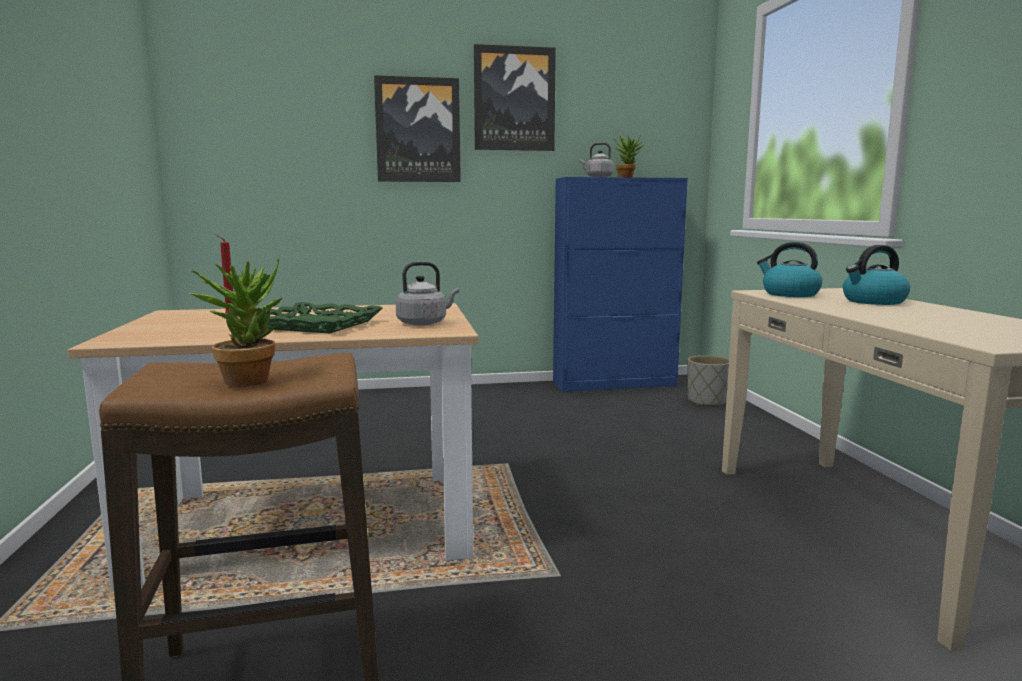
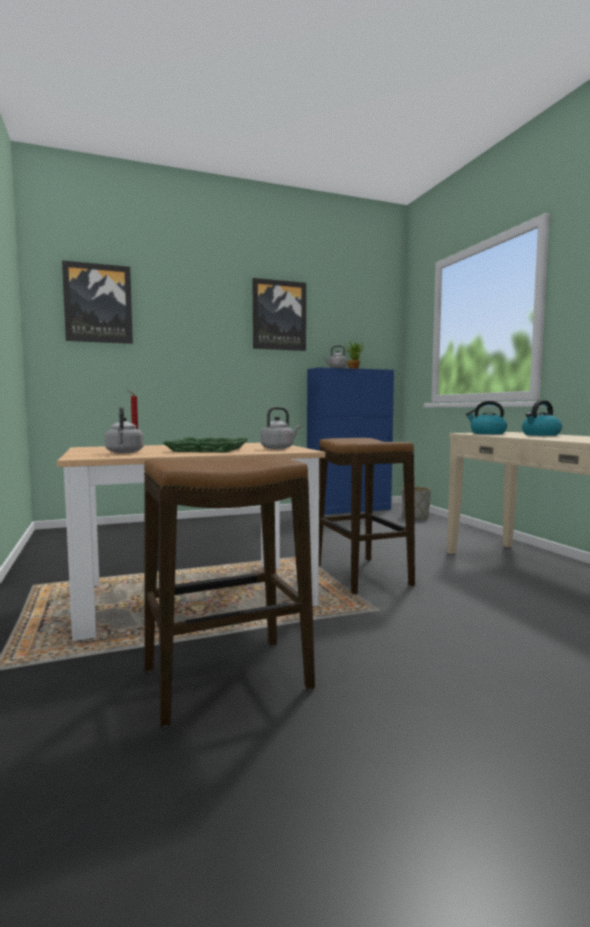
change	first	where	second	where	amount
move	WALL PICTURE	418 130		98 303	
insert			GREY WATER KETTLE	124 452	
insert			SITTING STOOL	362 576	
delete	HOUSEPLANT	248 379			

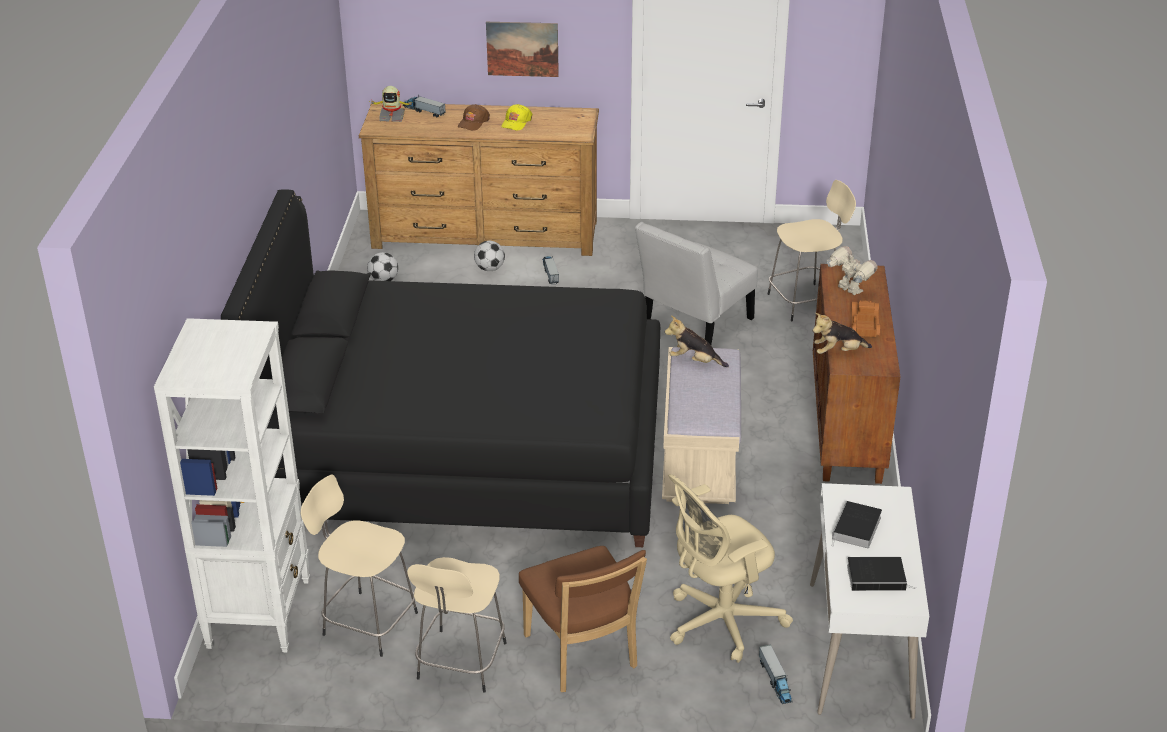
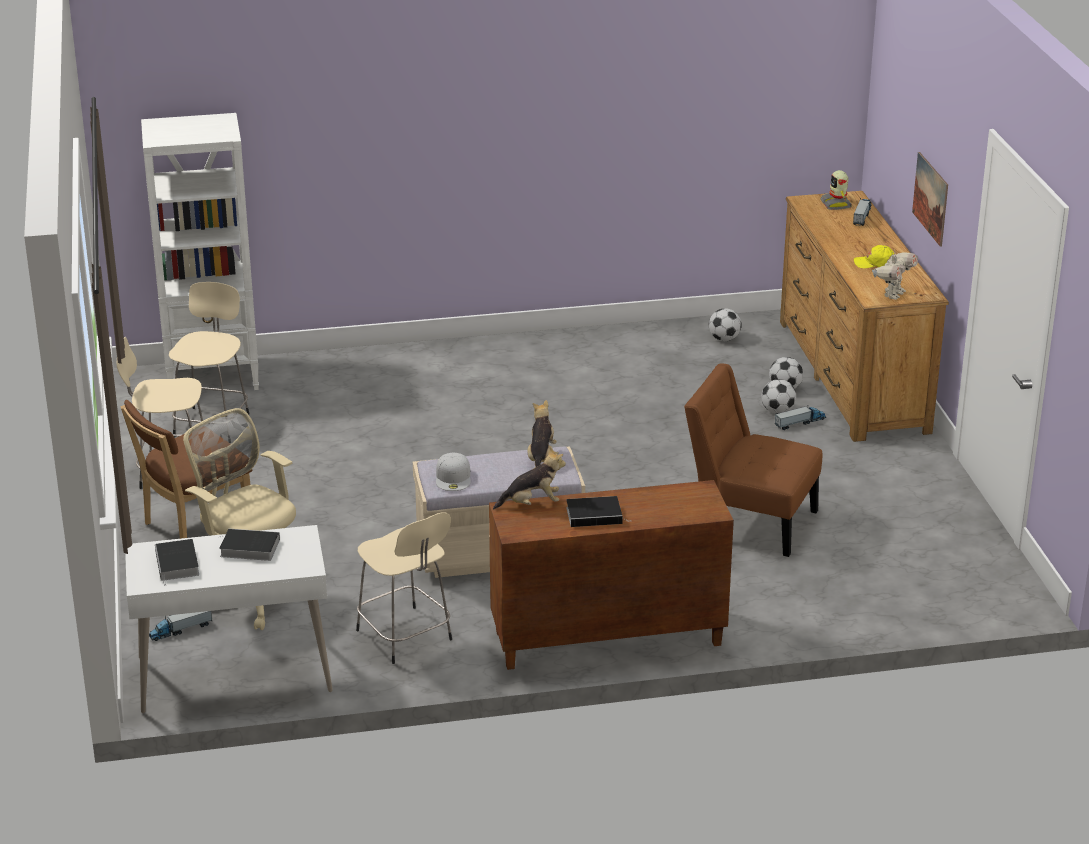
change	first	where	second	where	amount
move	BEIGE-COLOURED SITTING STOOL	806 302		406 637	
insert			WHITISH PEAKED CAP	453 477	
rotate	CUDDLY TOY	838 352		532 503	105 degrees clockwise
replace	MODEL TRUCK	863 324	BOOK	595 515	
recolor	WHITISH CHAIR	693 325	BROWNISH CHAIR	749 521	
insert			BALL FOR FOOTBALL	778 411	
move	TOY ROBOT	849 290		892 294	
delete	BLACKISH SLEEPING BED	464 452			
delete	BROWNISH PEAKED CAP	473 122			

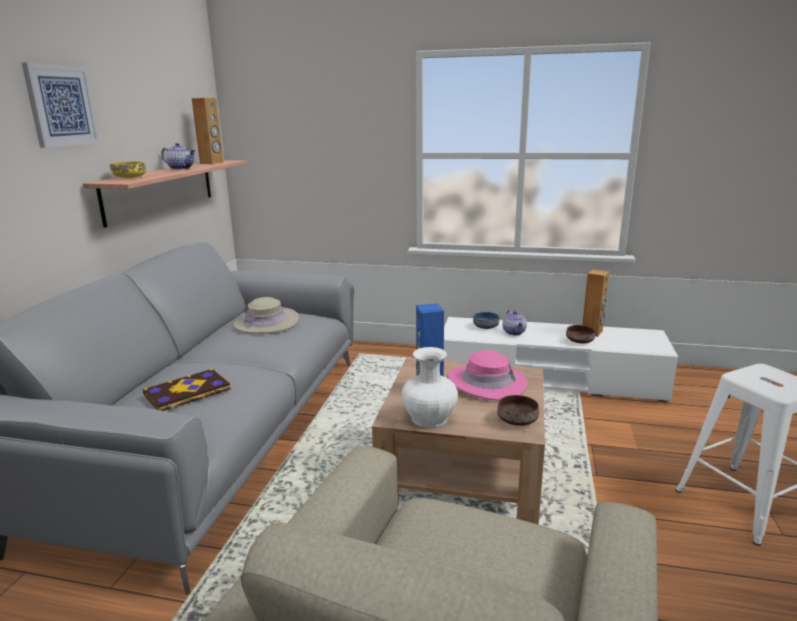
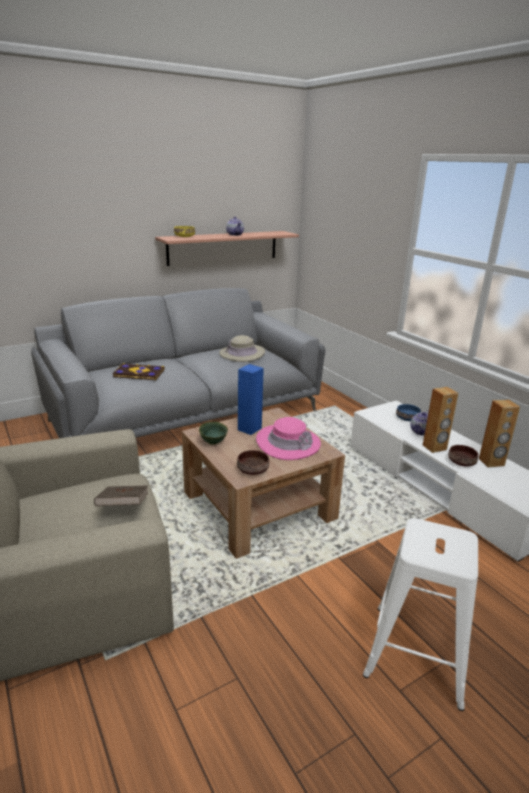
change	first	where	second	where	amount
insert			BROWNISH BOOK	123 507	
replace	WHITISH VASE	429 418	GREEN-COLOURED SERVING BOWL	213 442	
move	BROWNISH SPEAKER	212 163		434 447	
delete	WALL PICTURE	61 106			

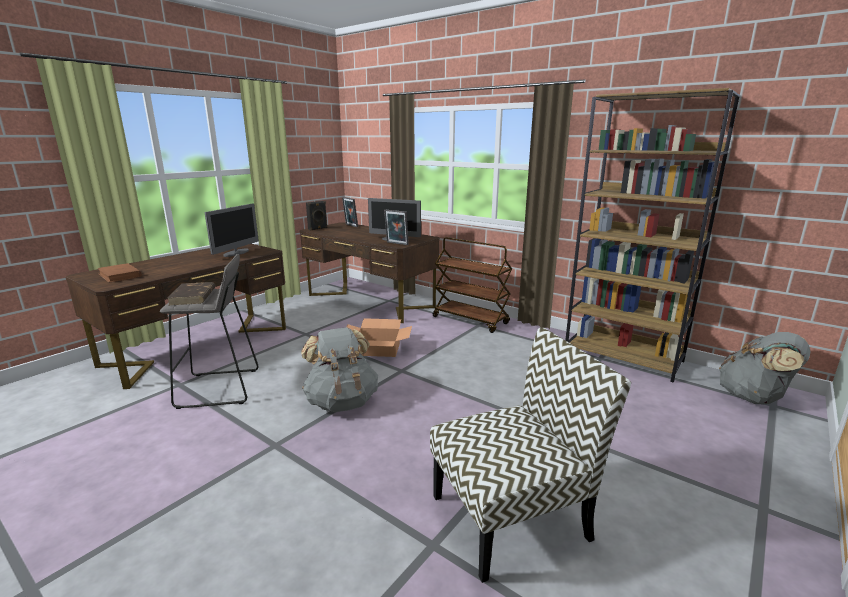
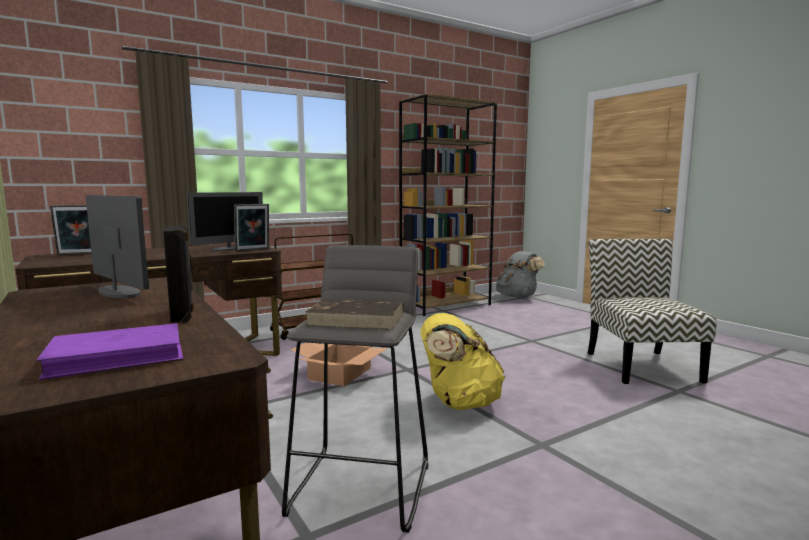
change	first	where	second	where	amount
recolor	BROWNISH BOOK	120 275	PURPLE-COLOURED BOOK	118 357	
move	BLACKISH SPEAKER	318 229		183 314	
recolor	GREY BACKPACK	342 401	YELLOW BACKPACK	459 402	

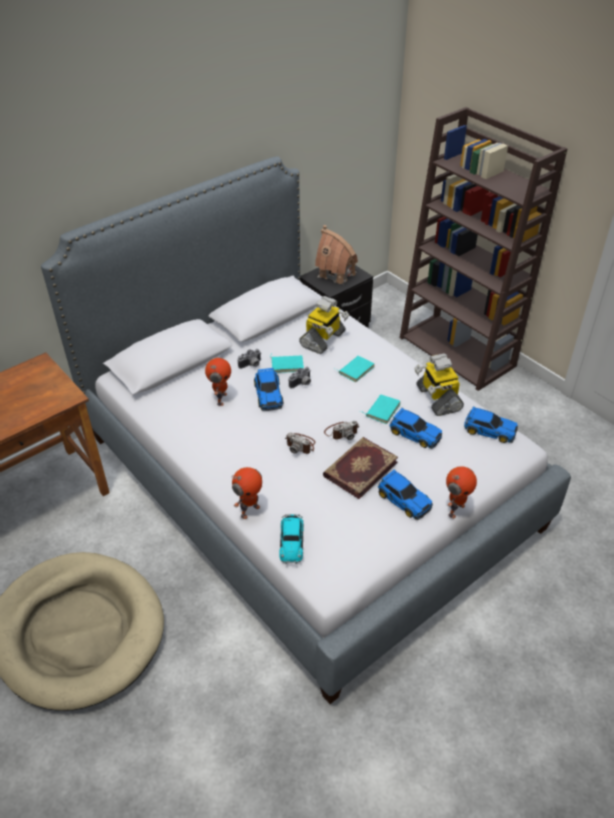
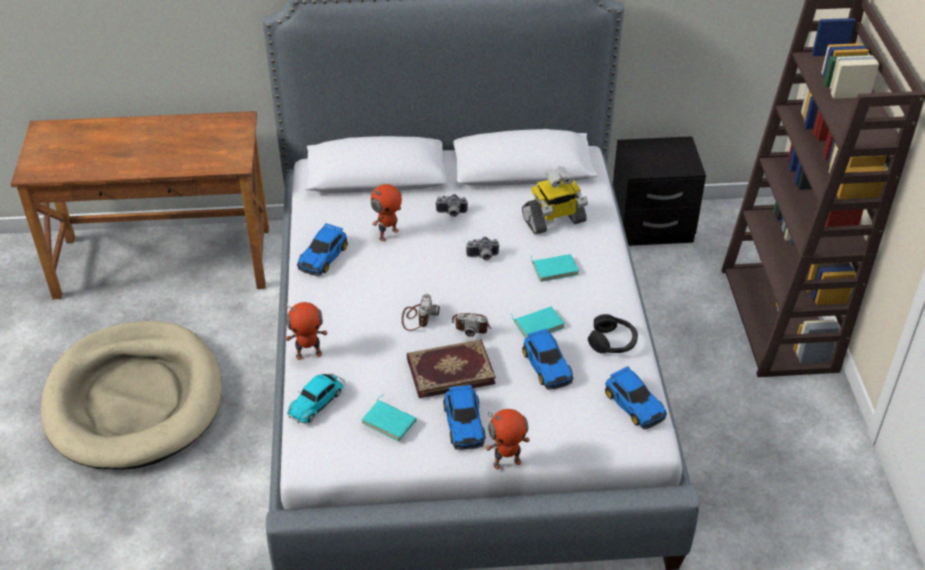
change	first	where	second	where	amount
move	MINIATURE CAR	268 394		323 256	
move	BLUE-GREEN BOOK	287 364		390 421	
rotate	STILL CAMERA	300 444		418 317	150 degrees counterclockwise
replace	TOY ROBOT	437 398	BLACKISH HEADSET	613 342	
delete	MINIATURE HOUSE	336 274			

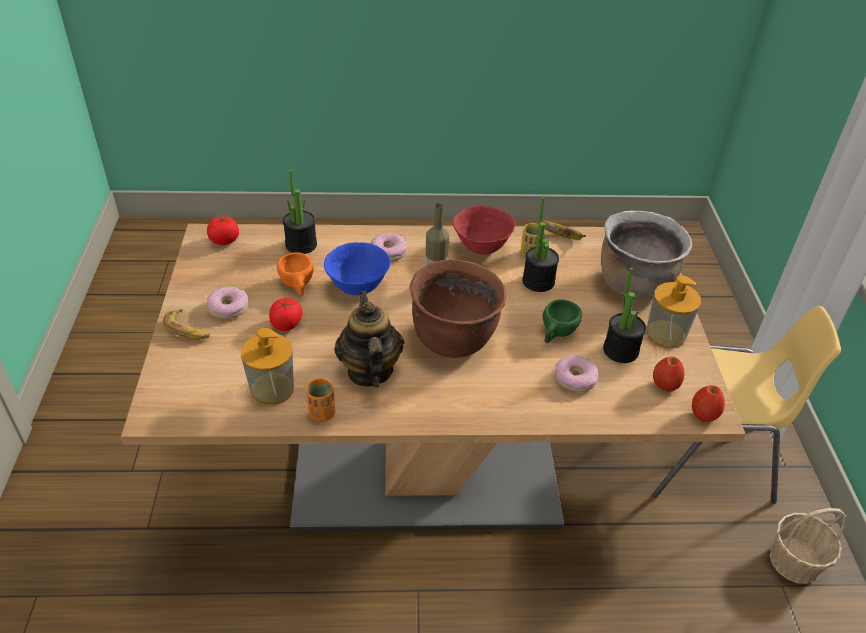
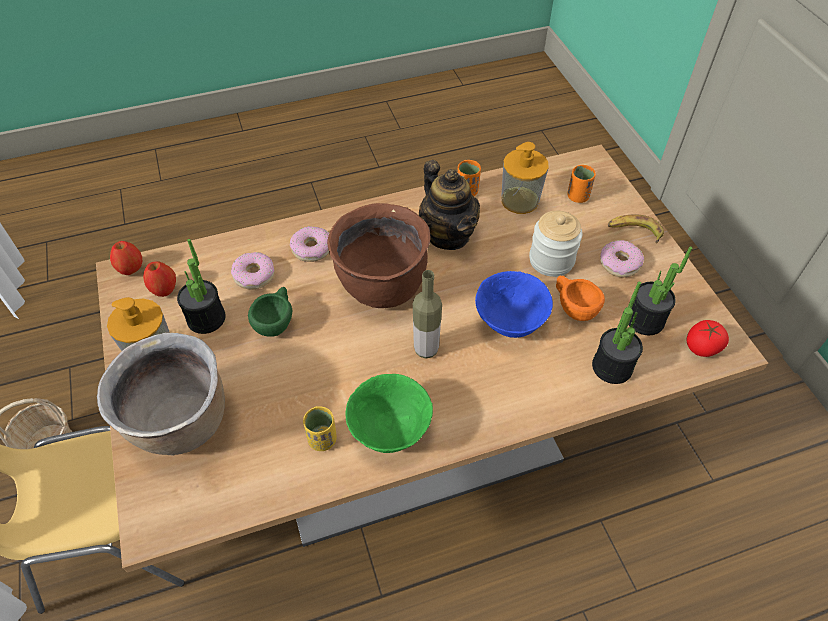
change	first	where	second	where	amount
move	DONUT	388 252		312 248	
recolor	REDDISH SERVING BOWL	481 247	GREEN-COLOURED SERVING BOWL	390 431	
replace	TOMATO	286 324	STORAGE JAR	551 260	
insert			ORANGE-COLOURED CUP	577 197	
move	HOUSEPLANT	538 281		645 320	
delete	BANANA FRUIT	562 237			

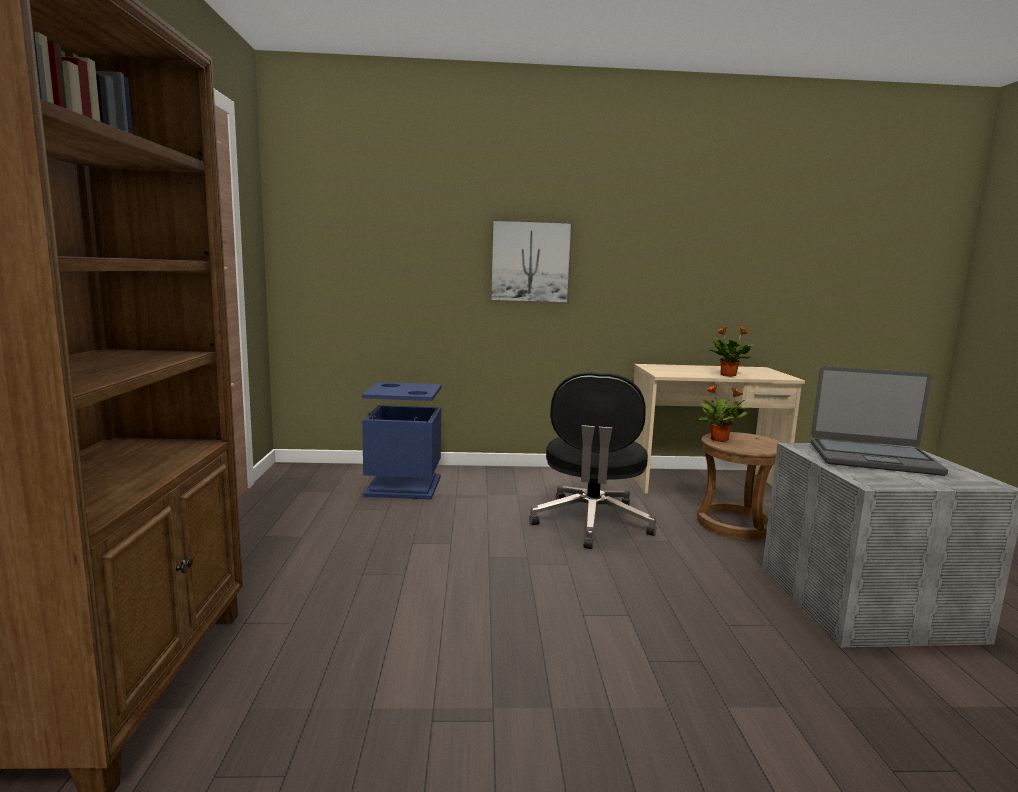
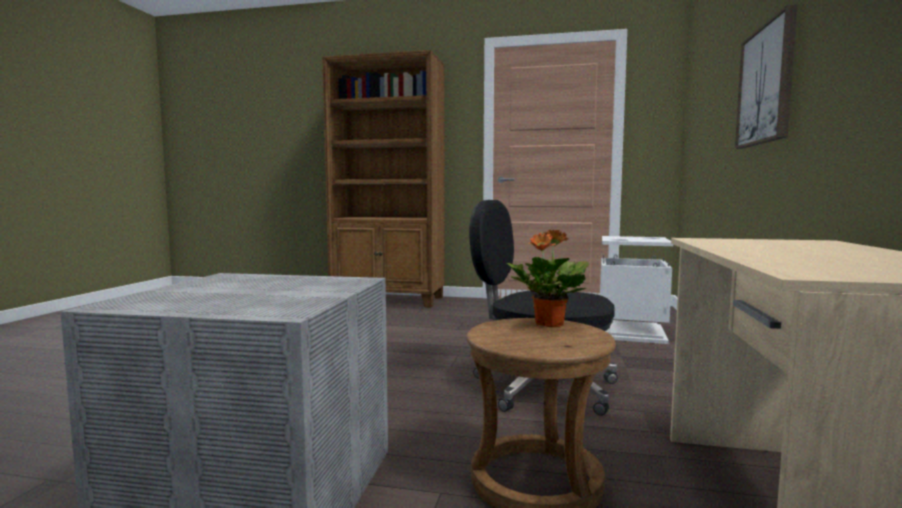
change	first	where	second	where	amount
recolor	BLUE WASTE BIN	404 486	WHITISH WASTE BIN	630 333	
delete	HOUSEPLANT	727 375			
delete	PORTABLE COMPUTER	872 458			

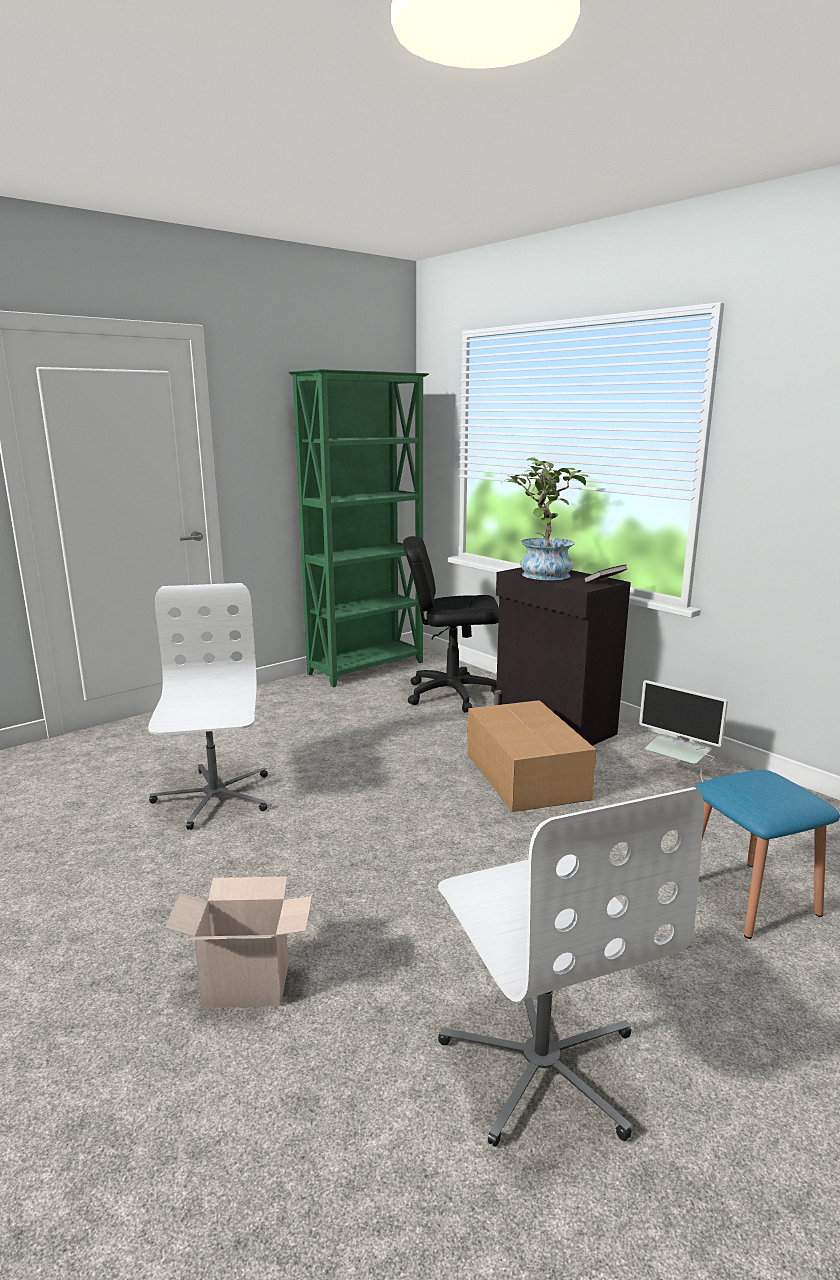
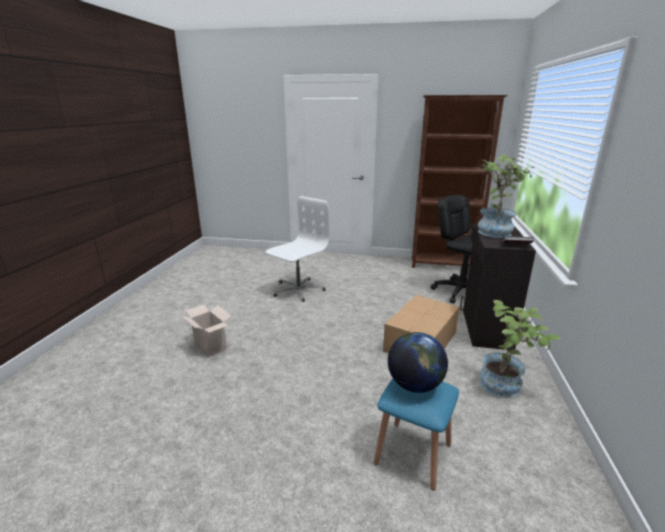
change	first	where	second	where	amount
insert			DESK GLOBE	415 385	
recolor	GREEN-COLOURED BOOKCASE	367 668	BROWNISH BOOKCASE	443 265	
replace	COMPUTER DISPLAY	676 774	HOUSEPLANT	506 386	
delete	WHITISH COMPUTER CHAIR	541 1063			

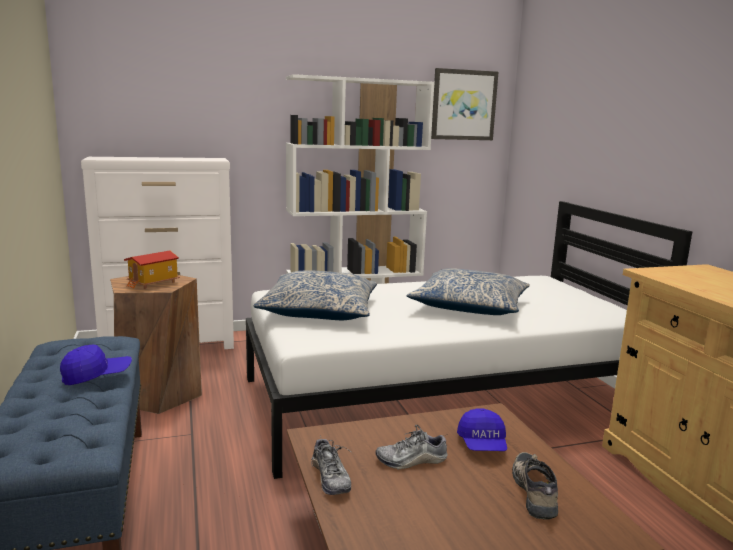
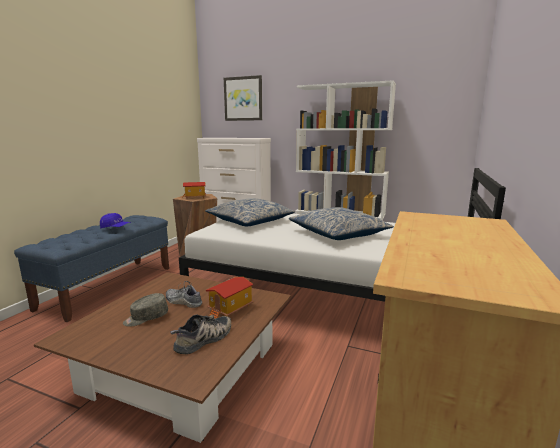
change	first	where	second	where	amount
insert			GREY PEAKED CAP	146 318	
replace	BLUE PEAKED CAP	482 445	MINIATURE HOUSE	231 309	
move	WALL PICTURE	463 105		243 99	
delete	ITEM OF FOOTWEAR	330 478			

